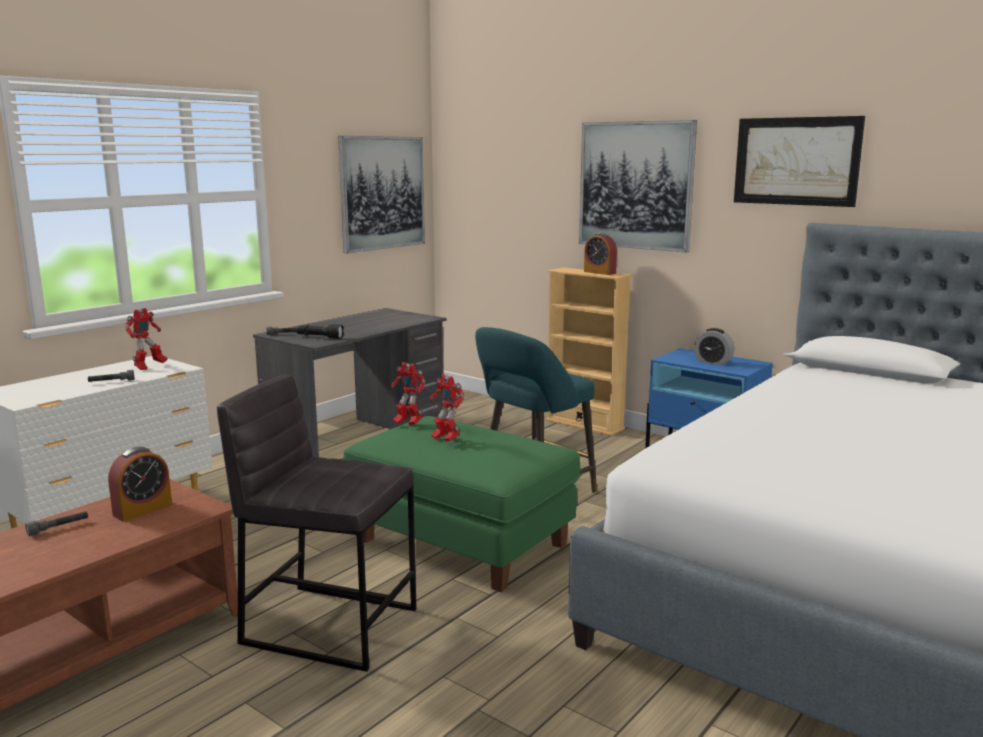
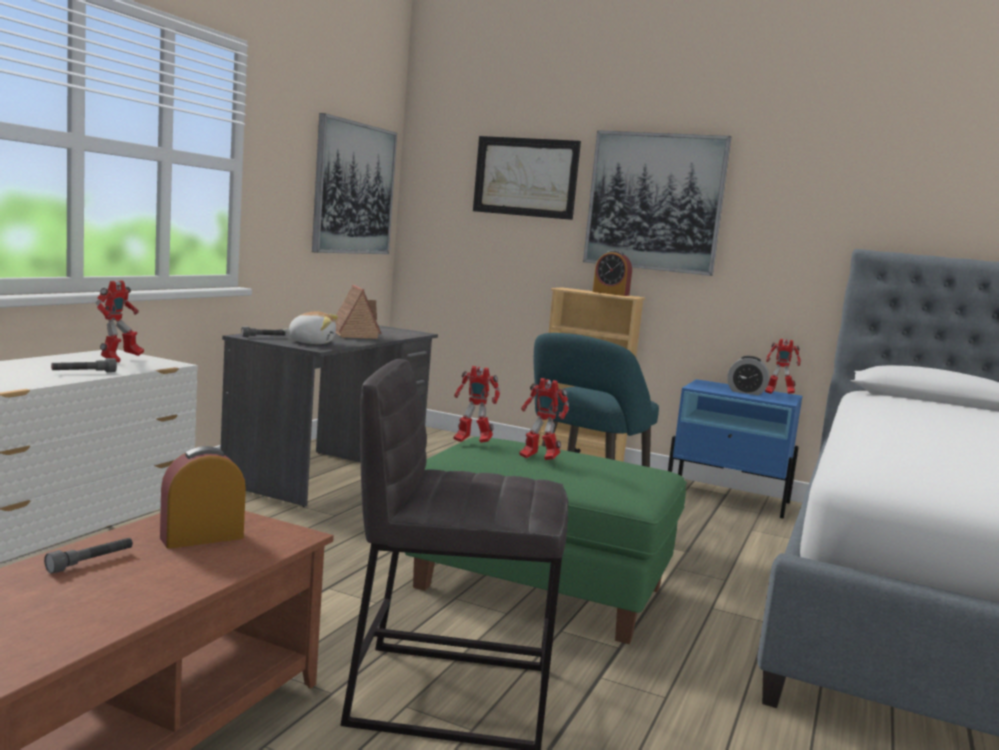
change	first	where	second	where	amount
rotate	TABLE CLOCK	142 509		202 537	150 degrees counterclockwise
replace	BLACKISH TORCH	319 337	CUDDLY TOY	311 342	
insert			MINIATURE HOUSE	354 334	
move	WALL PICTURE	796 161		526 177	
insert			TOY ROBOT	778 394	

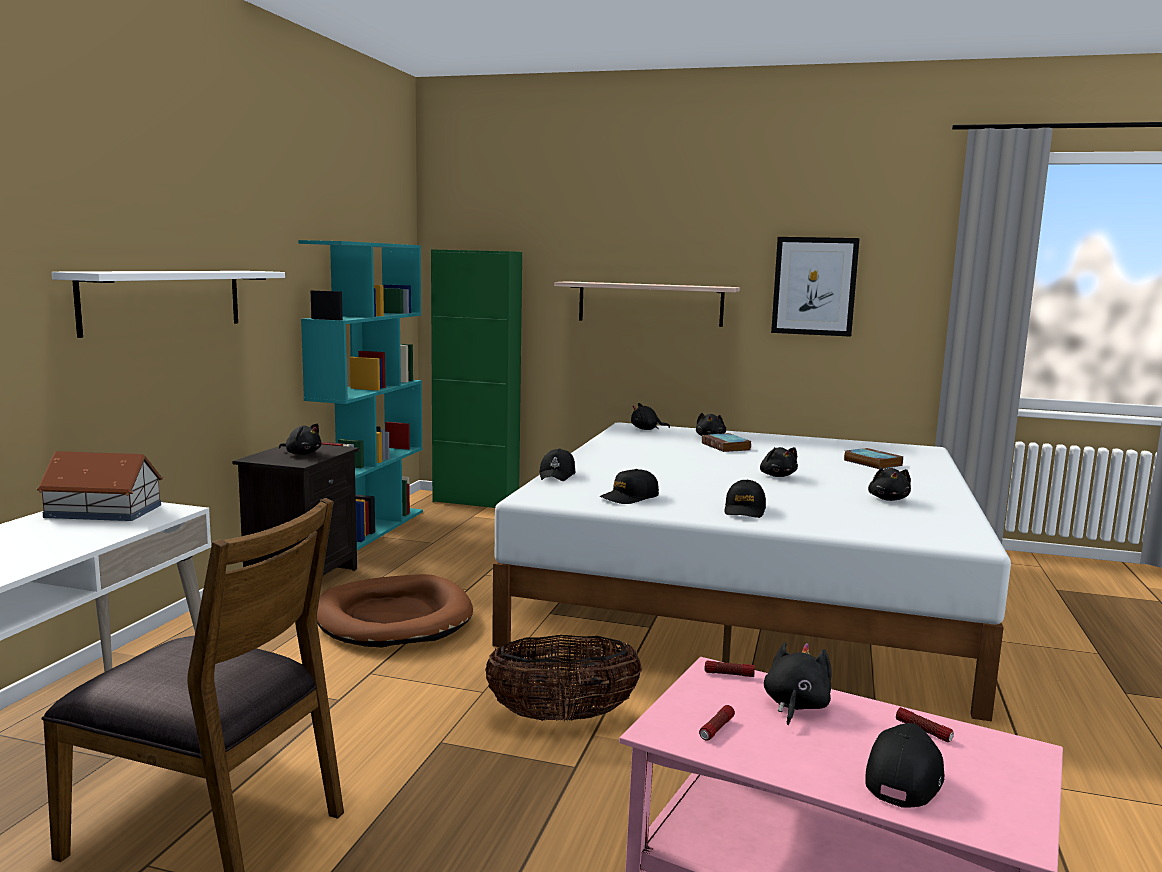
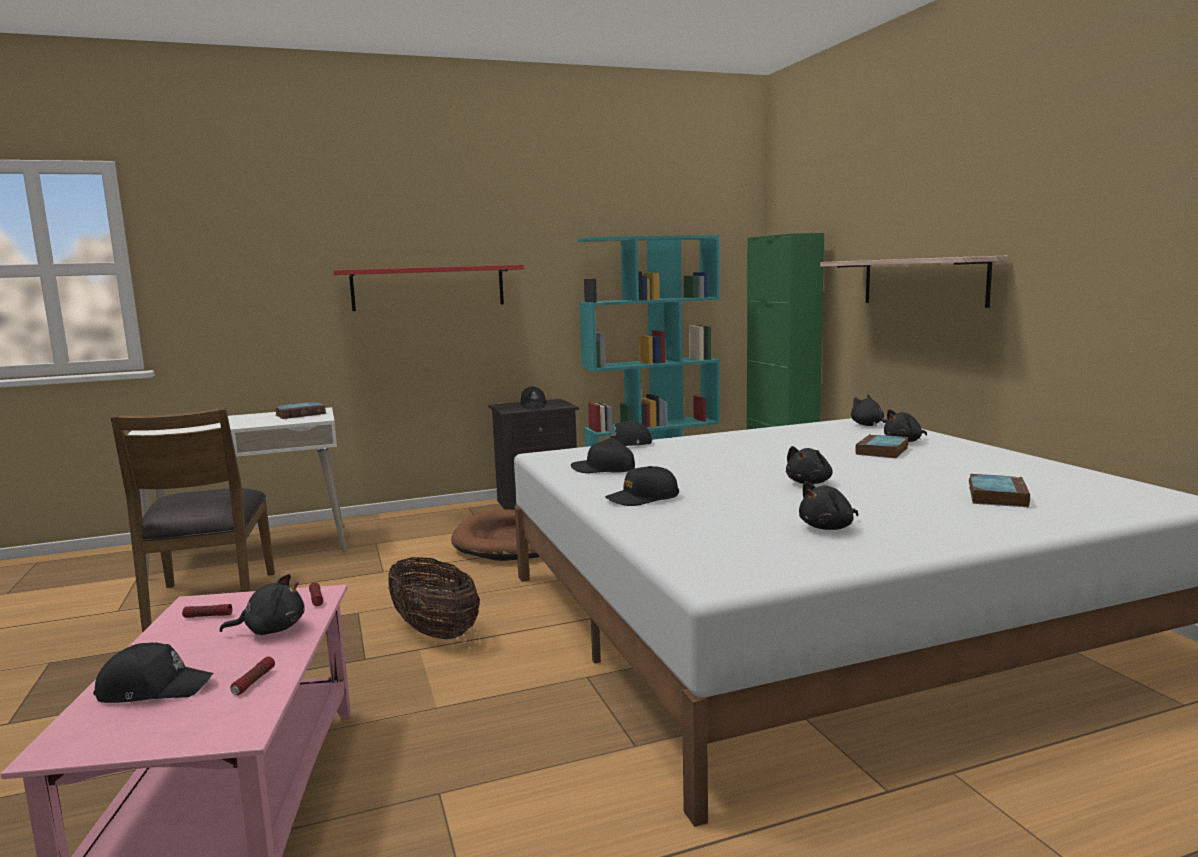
change	first	where	second	where	amount
replace	MINIATURE HOUSE	103 511	BOOK	301 414	
recolor	WHITISH WALL SHELF	164 300	REDDISH WALL SHELF	428 287	
replace	BLACKISH CUDDLY TOY	302 453	BLACKISH PEAKED CAP	533 406	
delete	WALL PICTURE	814 286			

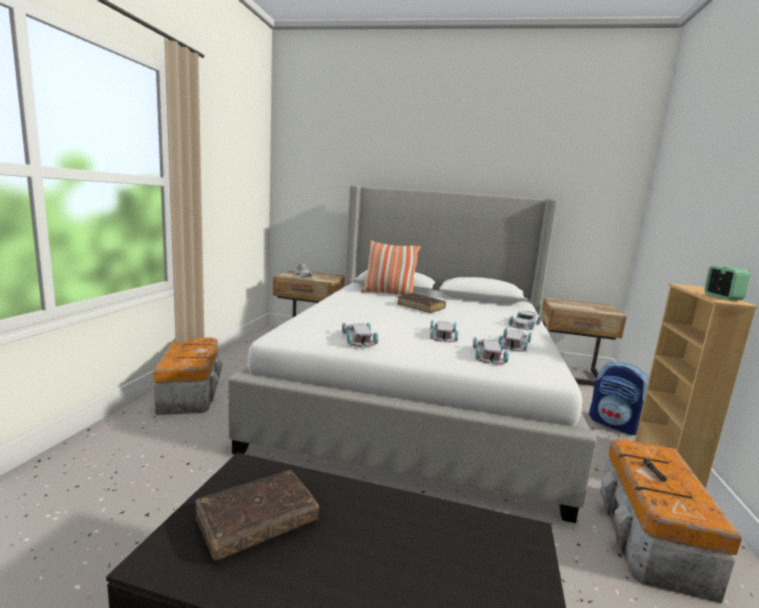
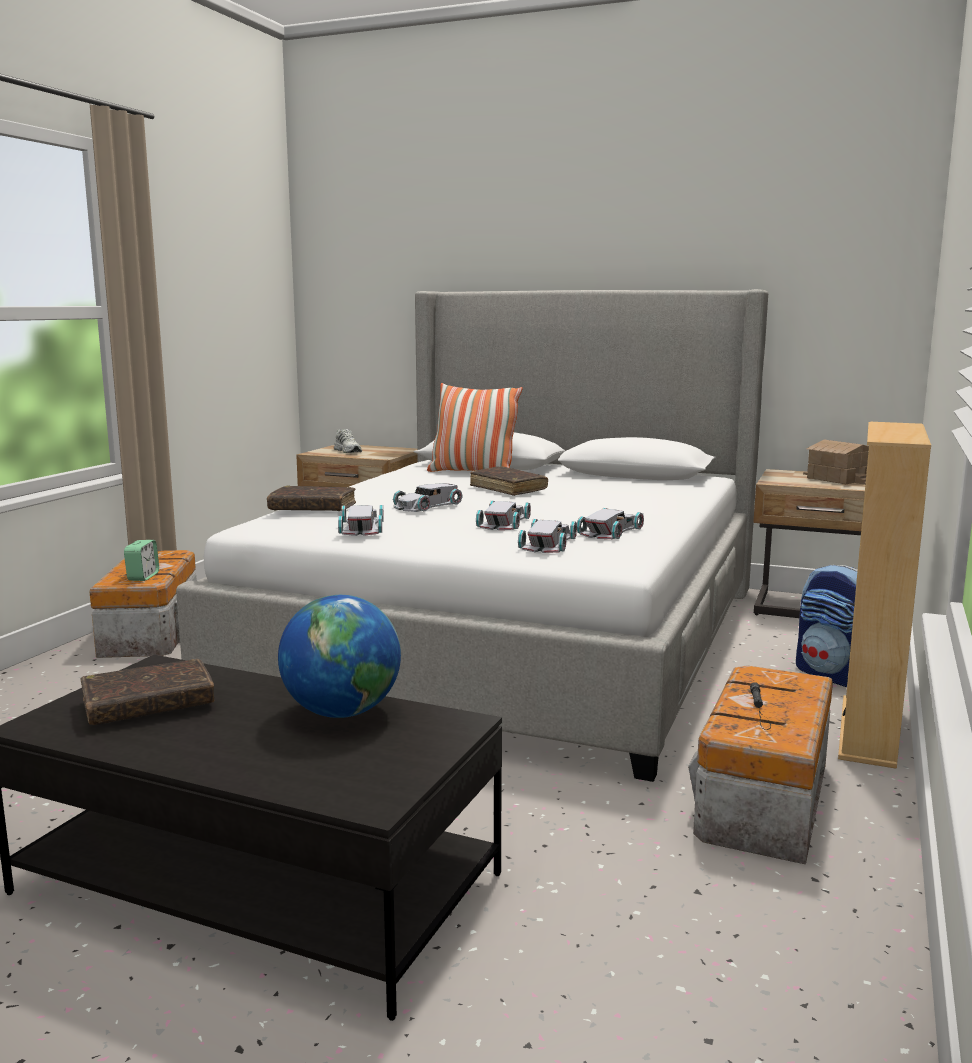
change	first	where	second	where	amount
move	TABLE CLOCK	722 297		143 577	
insert			BROWNISH BOOK	312 508	
insert			DESK GLOBE	341 712	
move	WHITISH MINIATURE CAR	523 324		426 505	
insert			MINIATURE HOUSE	840 478	

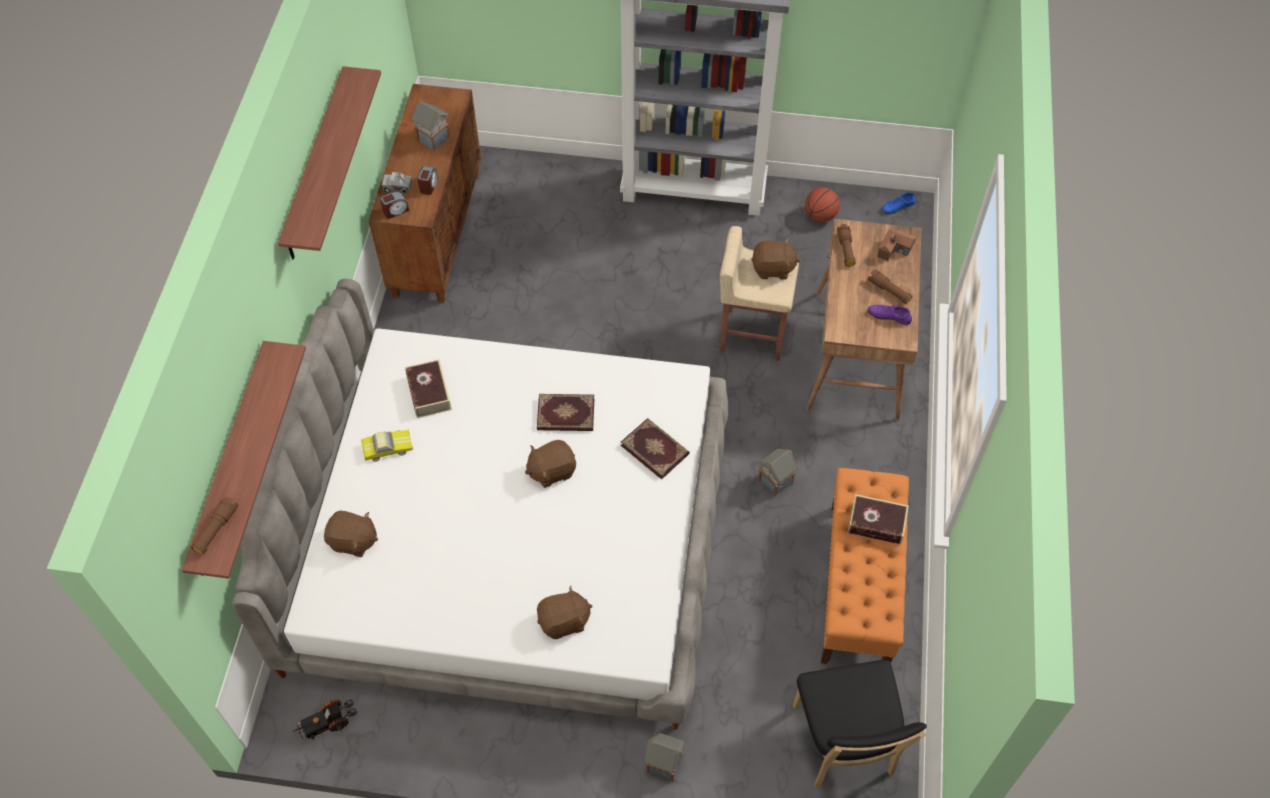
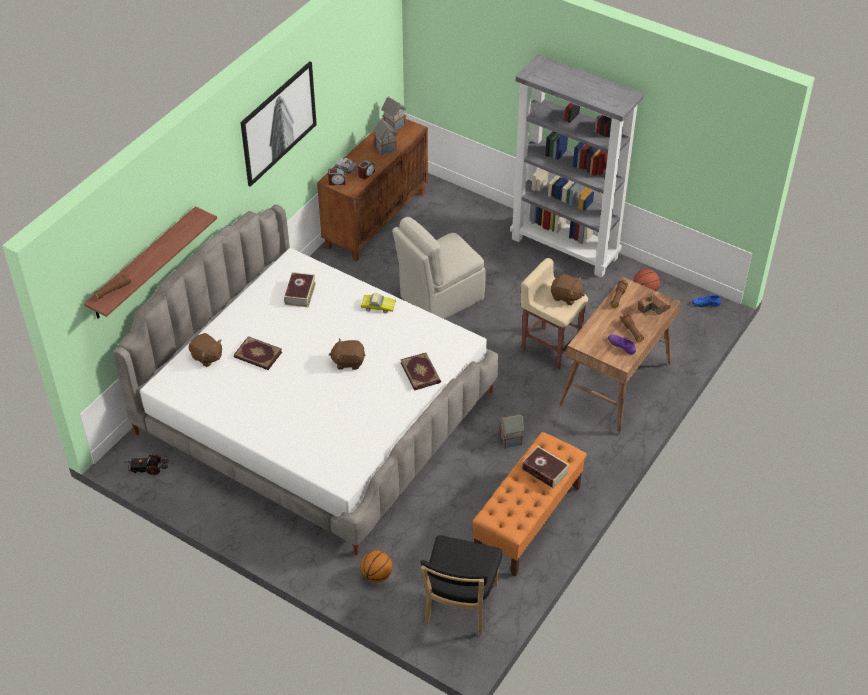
change	first	where	second	where	amount
move	BOOK	565 415		257 355	
replace	WALL SHELF	315 165	WALL PICTURE	277 122	
move	MINIATURE CAR	387 447		378 306	
insert			BALL FOR BASKETBALL	377 575	
move	MINIATURE HOUSE	663 763		394 125	
insert			BEIGE-COLOURED CHAIR	439 298	
delete	BROWNISH CUDDLY TOY	564 621			

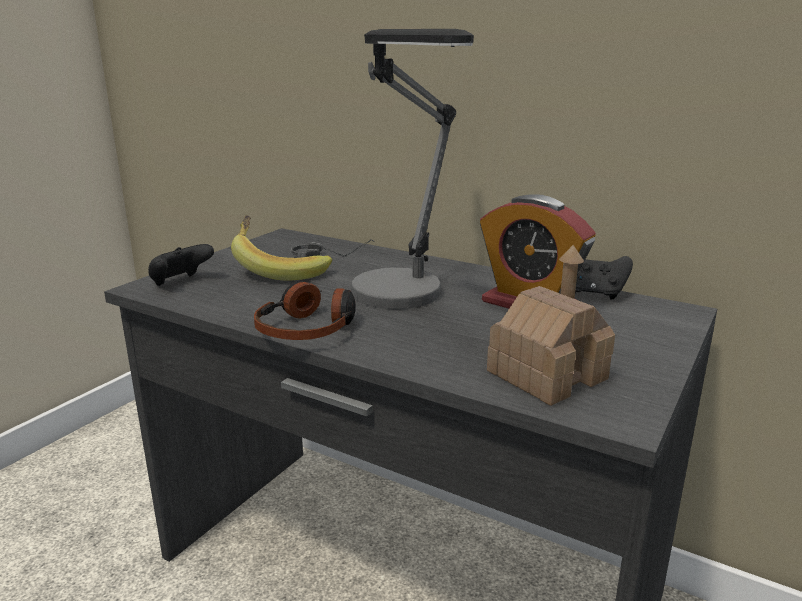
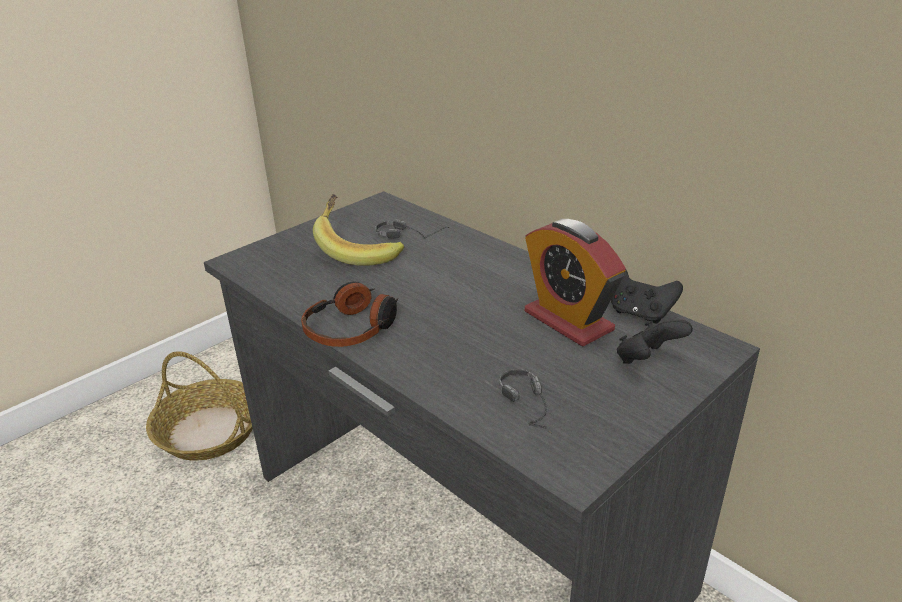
change	first	where	second	where	amount
insert			HOUSEHOLD BASKET	210 431	
replace	MINIATURE HOUSE	547 375	HEADSET	534 412	
move	BLACKISH GAME CONTROLLER	180 283		647 360	
delete	TABLE LAMP	405 302			

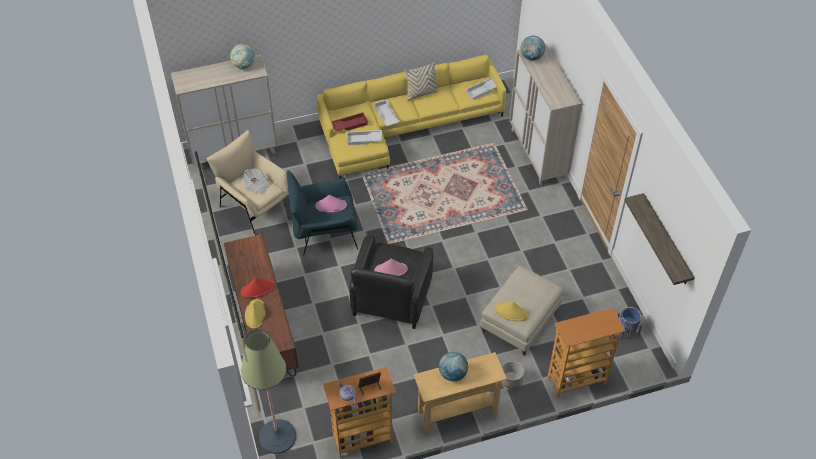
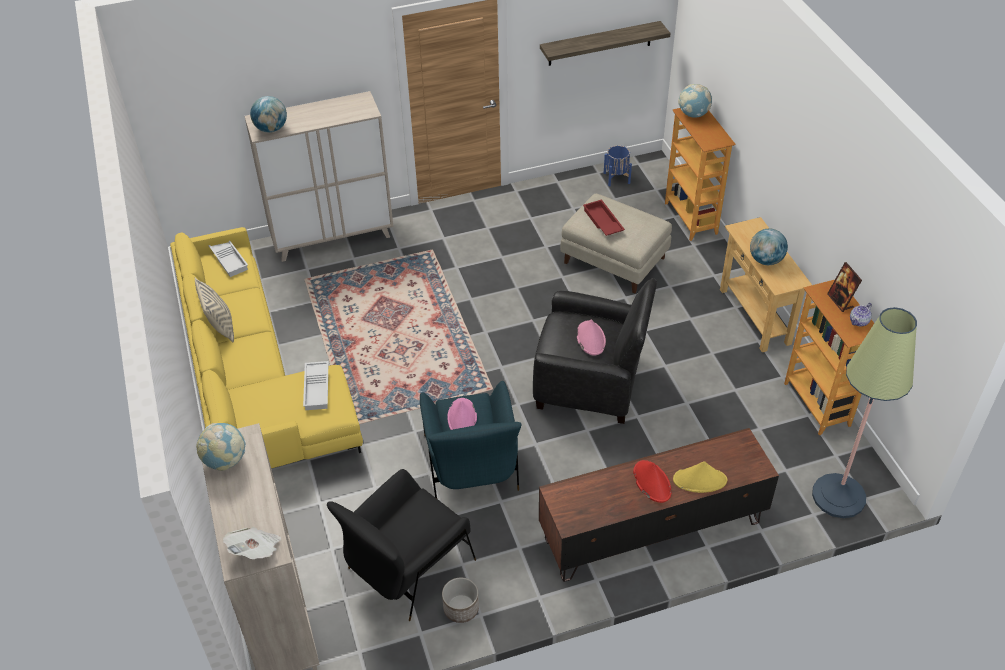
change	first	where	second	where	amount
move	DAILY PAPER	257 186		256 550	
recolor	BEIGE-COLOURED LOUNGE CHAIR	255 205	BLACKISH LOUNGE CHAIR	408 567	
move	PLANTER	511 380		461 608	
move	REDDISH SERVING TRAY	349 124		602 222	
insert			DESK GLOBE	693 114	
delete	WHITISH SERVING TRAY	385 115			
delete	YELLOW WEARABLE HAT	511 312			

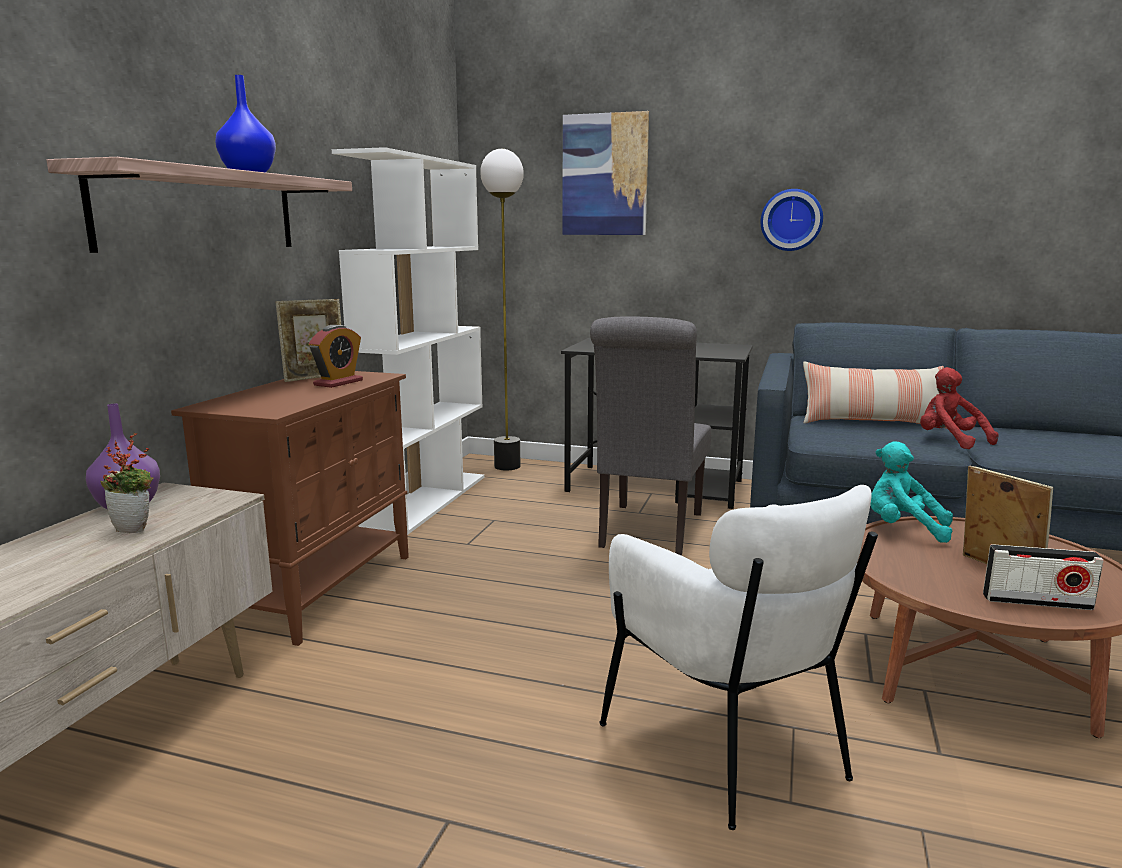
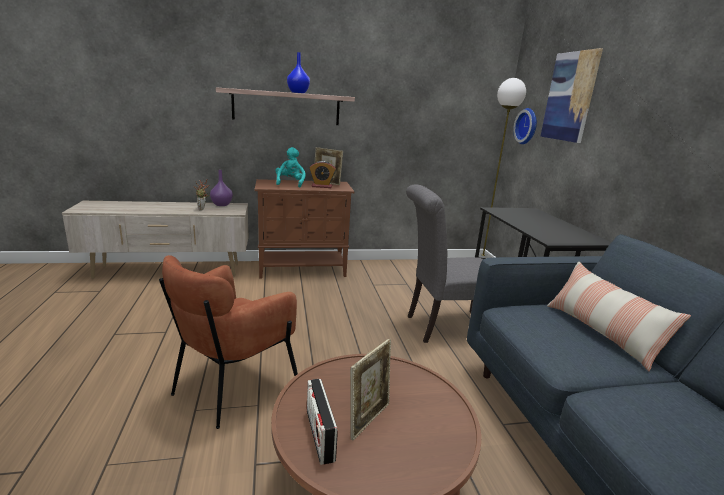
change	first	where	second	where	amount
recolor	WHITISH LOUNGE CHAIR	730 746	BROWNISH LOUNGE CHAIR	232 387	
move	BLUE-GREEN CUDDLY TOY	903 529		290 183	
move	HANGING CLOCK	791 220		527 126	
delete	WHITISH BOOKCASE	426 500			
delete	REDDISH CUDDLY TOY	949 441			

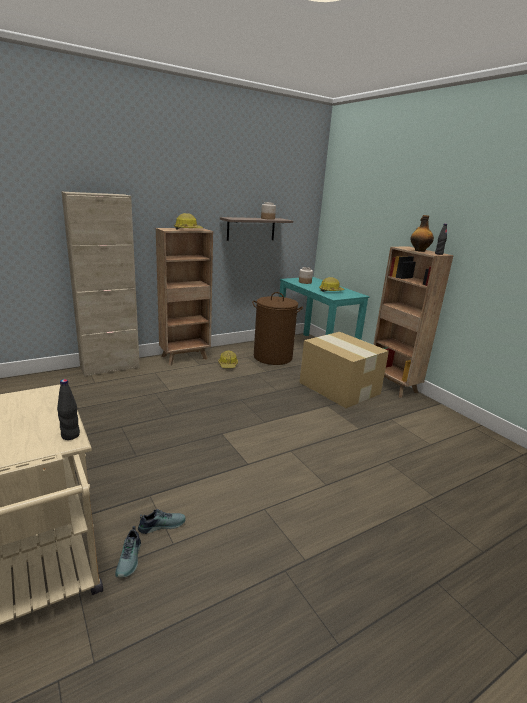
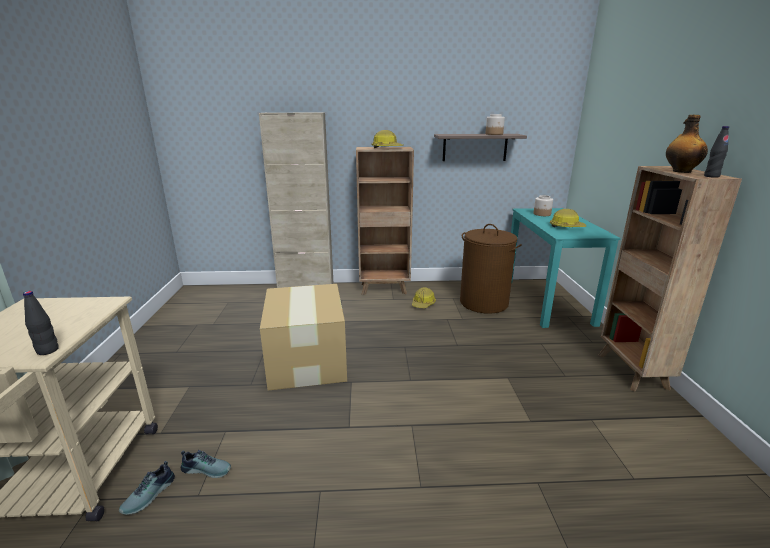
change	first	where	second	where	amount
move	PACKING BOX	339 387		308 359	

